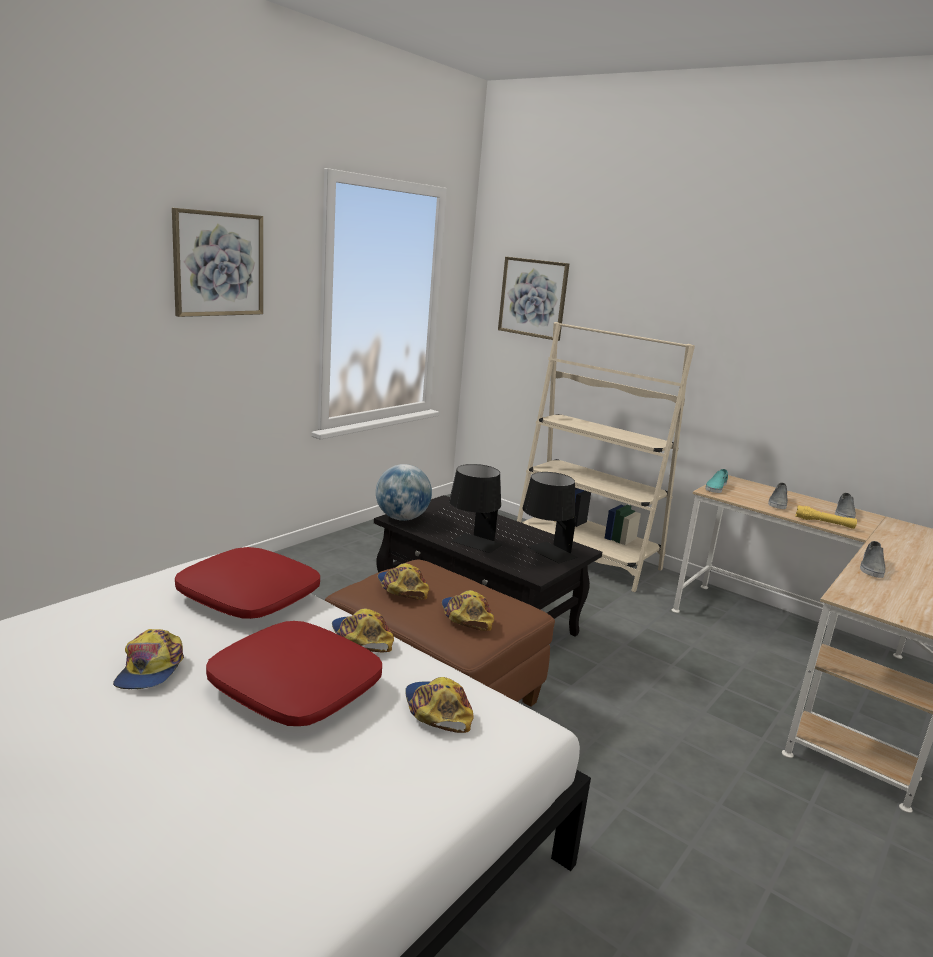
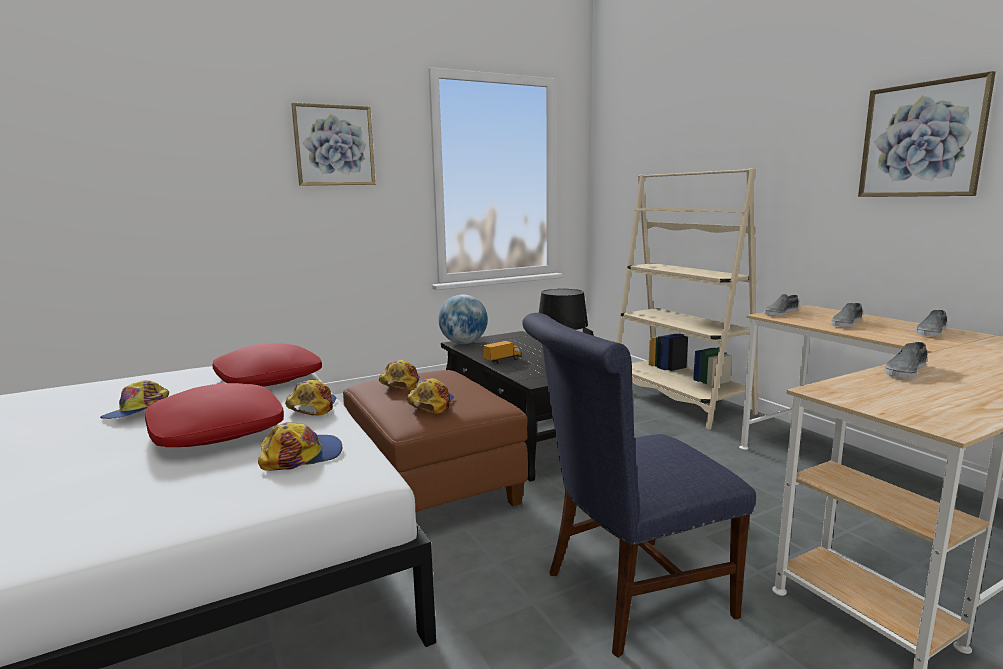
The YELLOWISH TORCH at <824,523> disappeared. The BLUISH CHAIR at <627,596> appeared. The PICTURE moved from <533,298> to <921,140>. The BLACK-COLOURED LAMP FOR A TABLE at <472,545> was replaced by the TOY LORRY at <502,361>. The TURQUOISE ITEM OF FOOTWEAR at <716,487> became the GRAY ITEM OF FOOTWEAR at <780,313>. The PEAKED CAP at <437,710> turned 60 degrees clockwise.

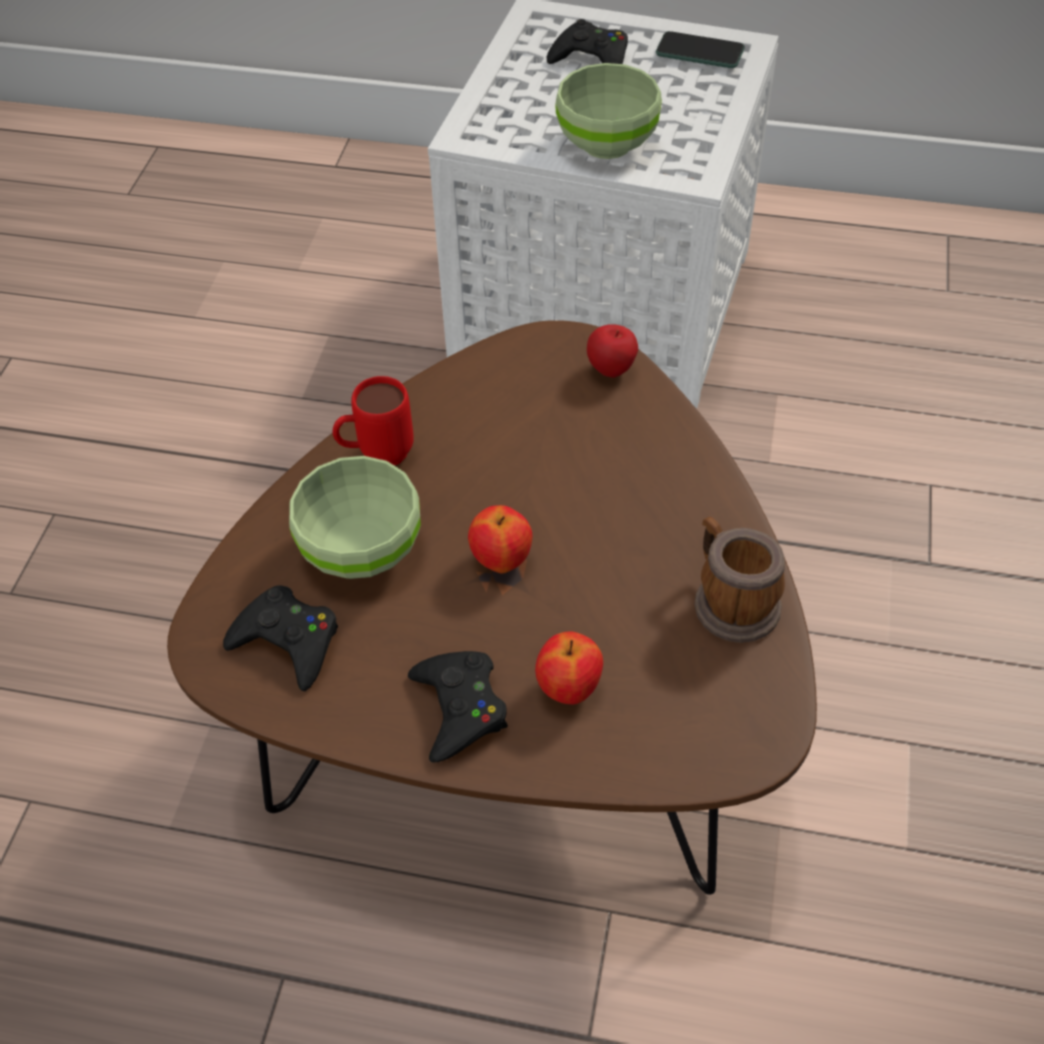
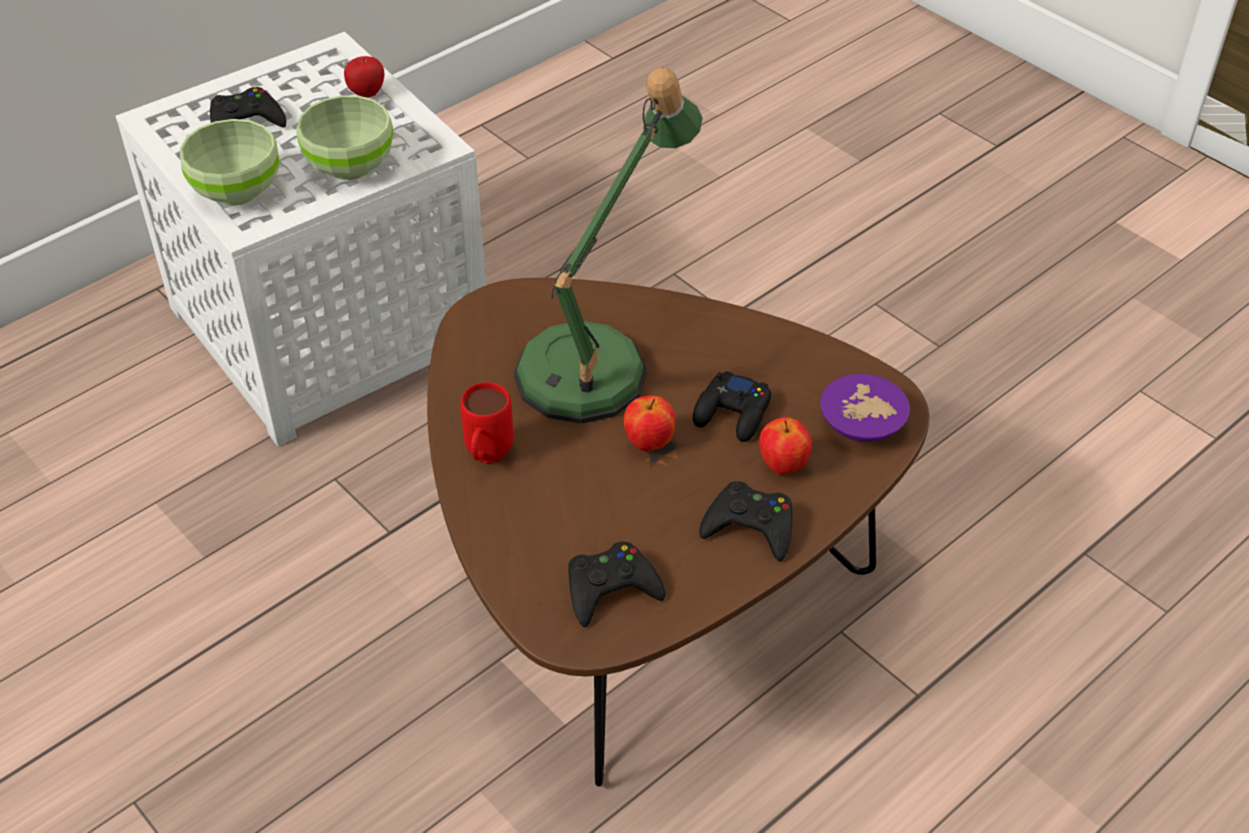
The TELEPHONE at <699,52> disappeared. The COFFEE MUG at <730,600> disappeared. The LAMP FOR A TABLE at <597,362> appeared. The BLACK-COLOURED GAME CONTROLLER at <732,413> appeared. The PURPLE DEEP DISH at <865,425> appeared. The GREEN DEEP DISH moved from <363,551> to <239,190>. The WHOLE APPLE moved from <611,370> to <367,94>.

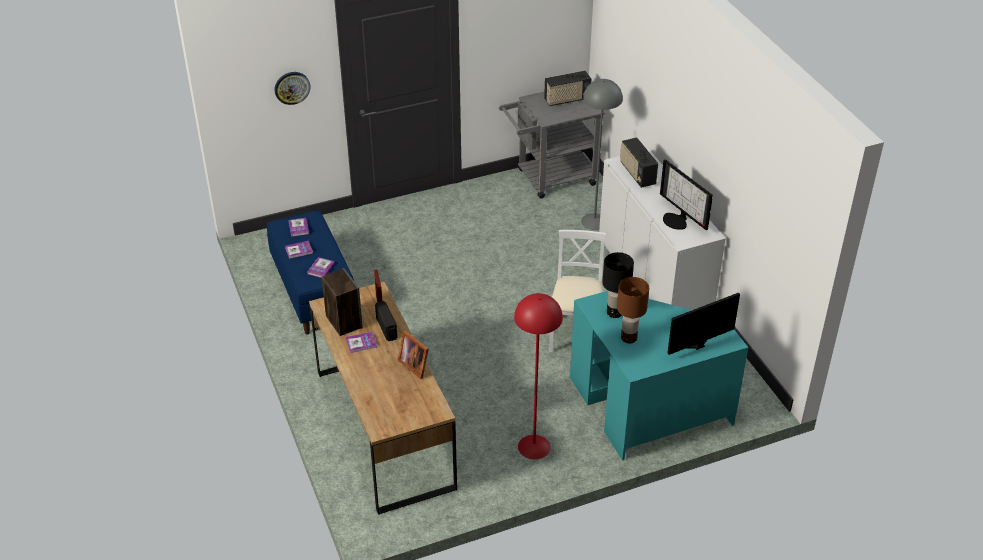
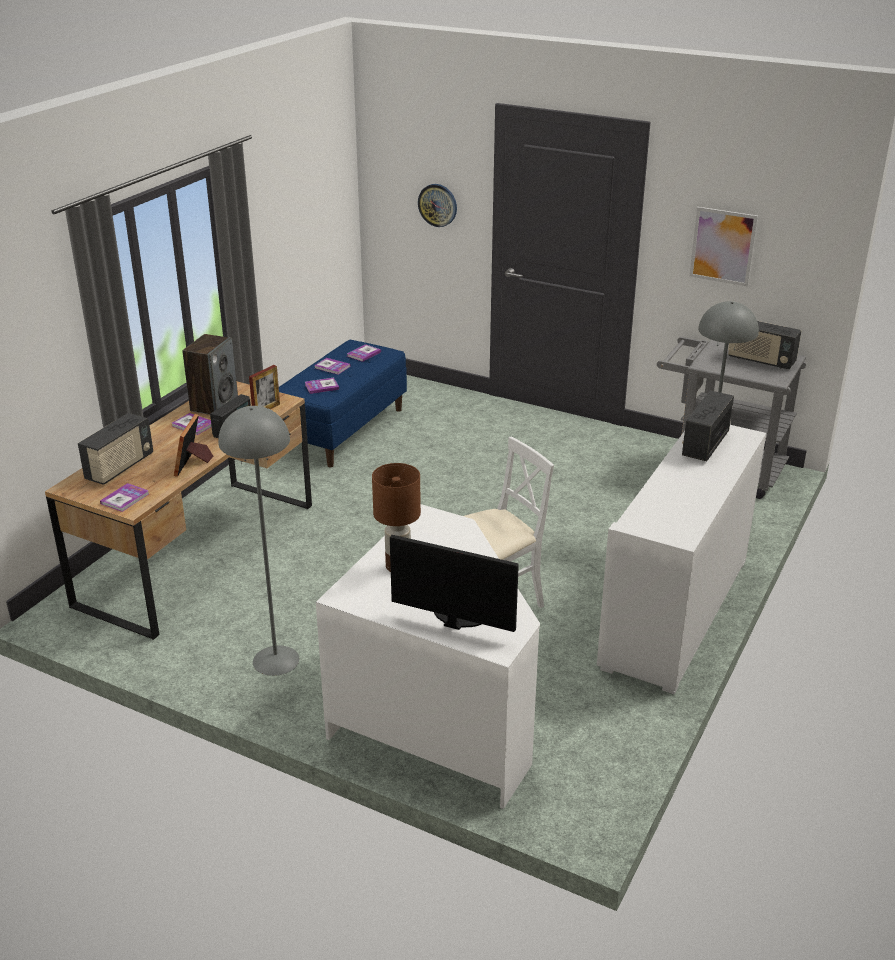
The BLACK-COLOURED LAMP FOR A TABLE at <614,312> disappeared. The MONITOR at <677,220> disappeared. The RADIO SET at <120,467> appeared. The VOLUME at <125,499> appeared. The PICTURE at <723,246> appeared. The RED-COLOURED STANDARD LAMP at <534,447> became the GRAY STANDARD LAMP at <276,660>. The TURQUOISE DESK TABLE at <647,410> became the WHITISH DESK TABLE at <438,717>.

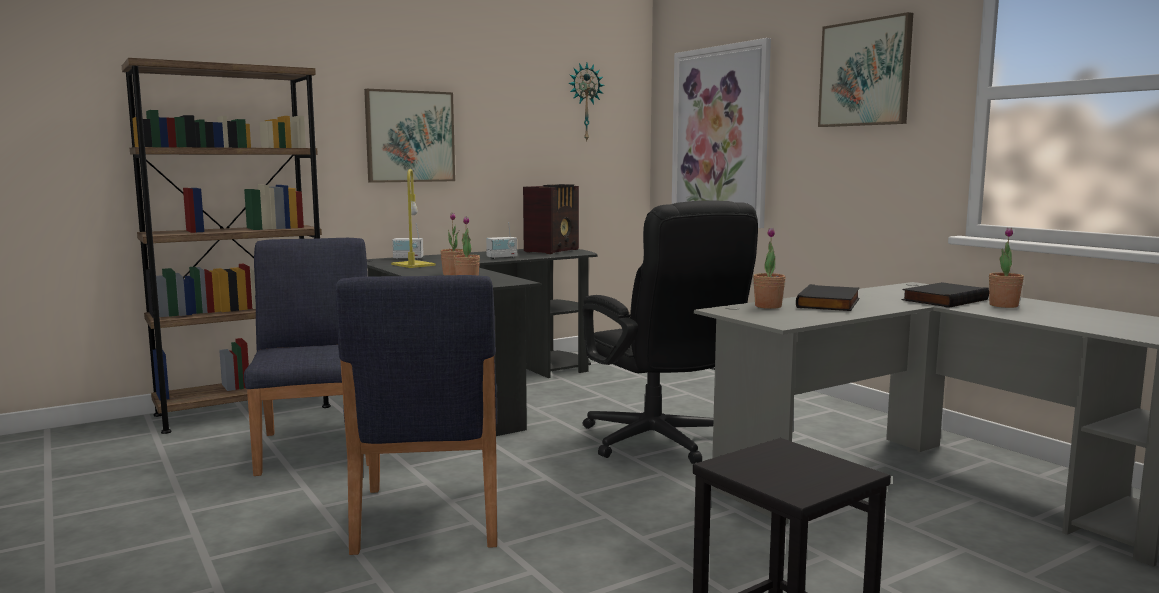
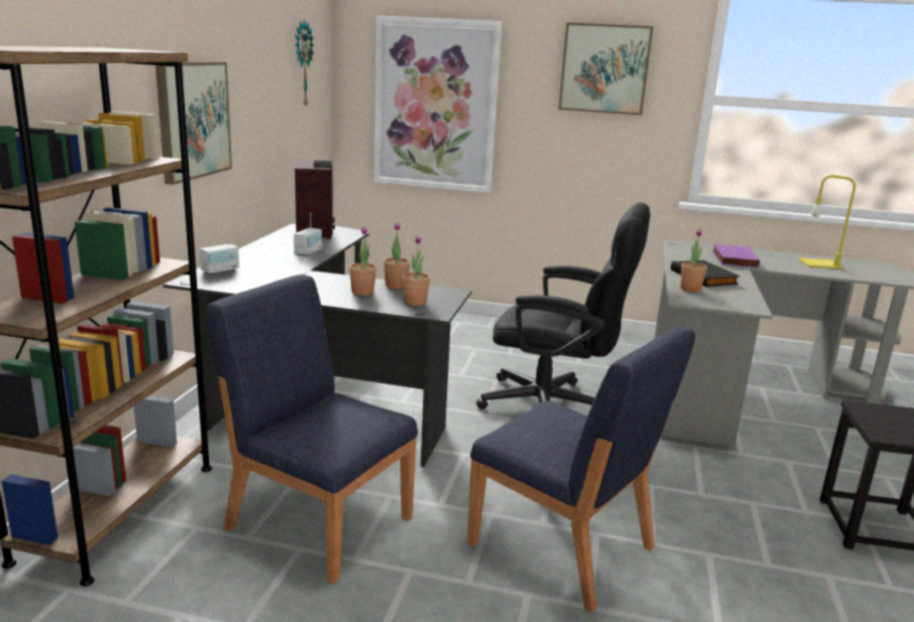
The YELLOWISH LAMP FOR A TABLE moved from <414,265> to <821,264>. The PLANT IN A POT moved from <1003,305> to <396,286>. The BLACK-COLOURED VOLUME at <943,300> became the PURPLE VOLUME at <732,259>.

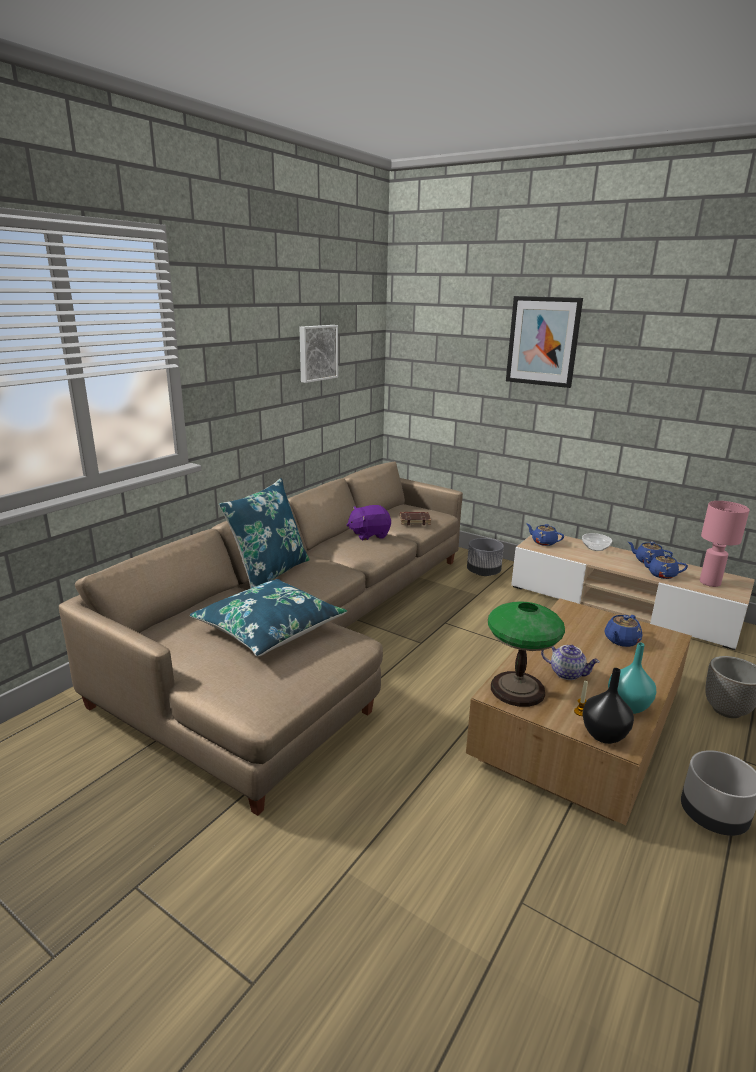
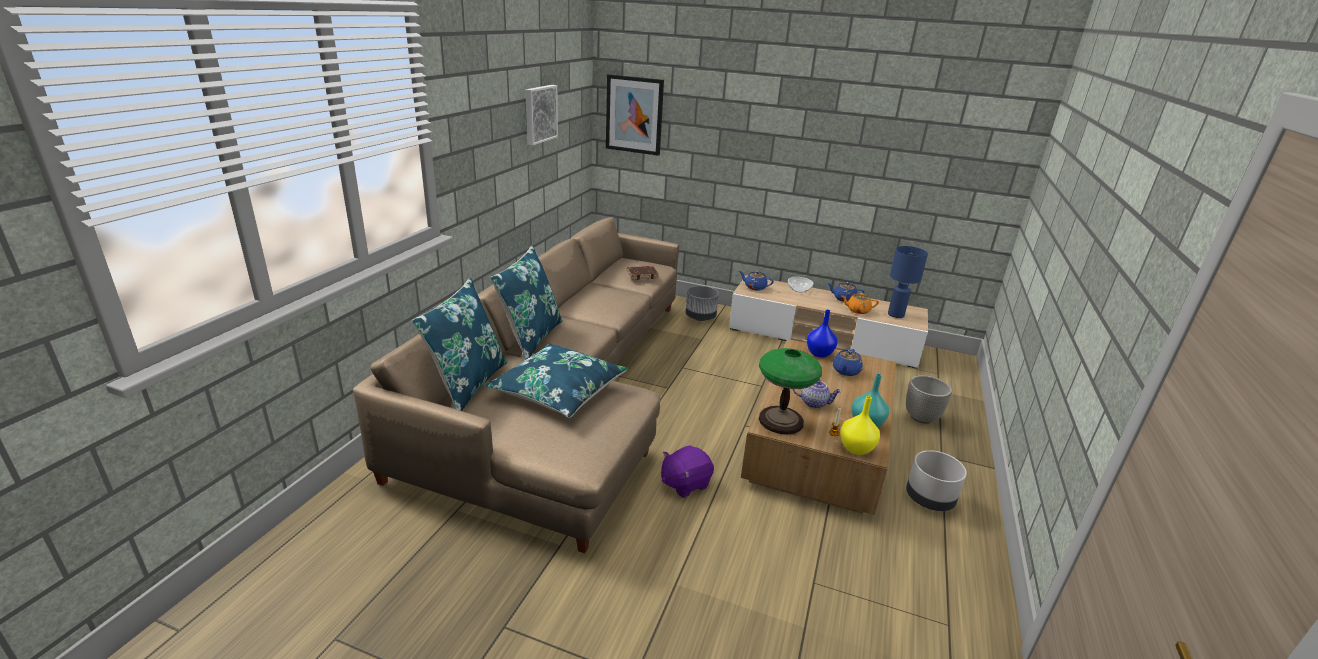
The BLUISH PILLOW at <468,384> appeared. The BLUISH VASE at <820,354> appeared. The PURPLE PLUSH TOY moved from <369,535> to <685,483>. The PICTURE moved from <543,341> to <634,115>. The BLACK-COLOURED VASE at <603,735> became the YELLOWISH VASE at <855,449>. The BLUISH TEA POT at <661,574> became the ORANGEY TEA POT at <857,310>. The PINK LAMP FOR A TABLE at <710,583> became the BLUISH LAMP FOR A TABLE at <896,315>.

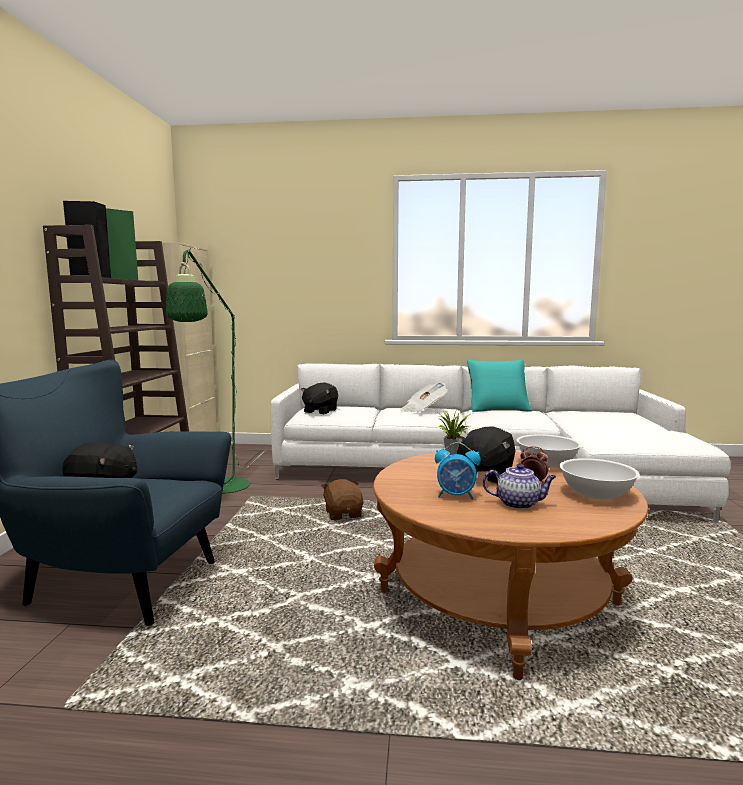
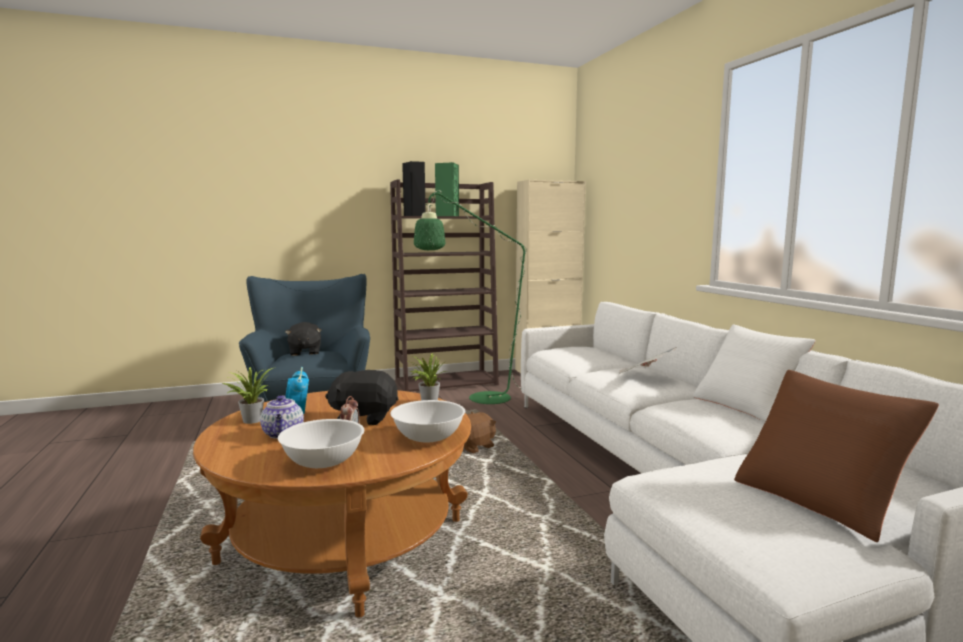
The BLACK-COLOURED PLUSH TOY at <320,411> disappeared. The PLANT IN A POT at <251,420> appeared. The BROWN-COLOURED PILLOW at <821,499> appeared. The TURQUOISE PILLOW at <497,408> became the WHITISH PILLOW at <747,406>.

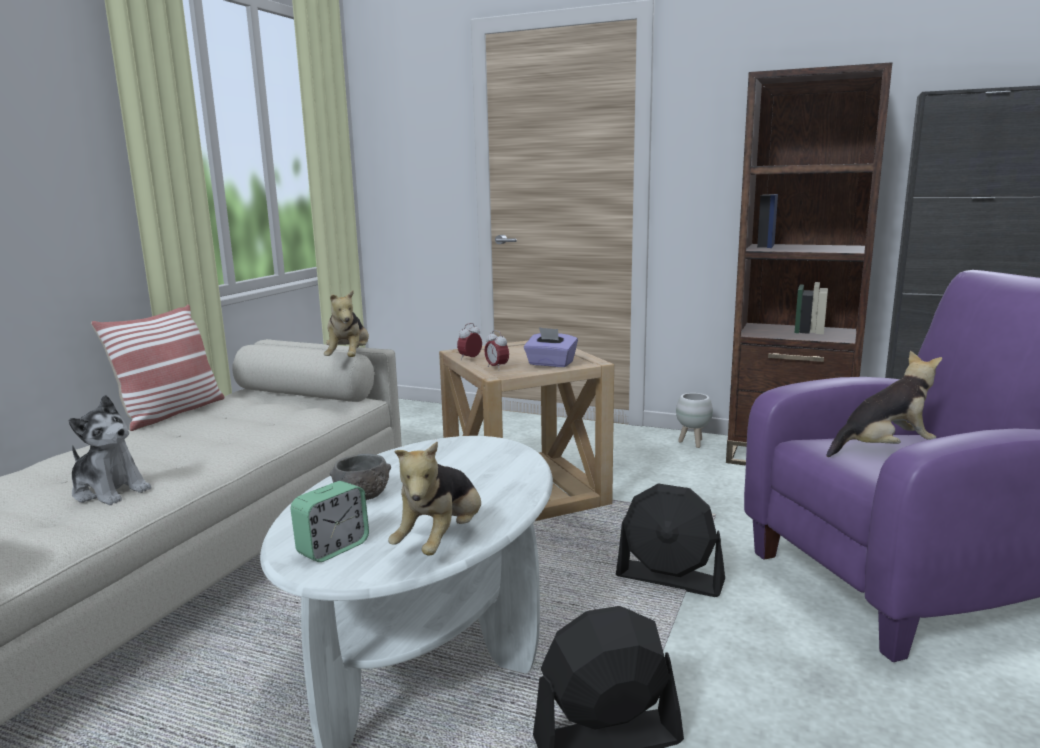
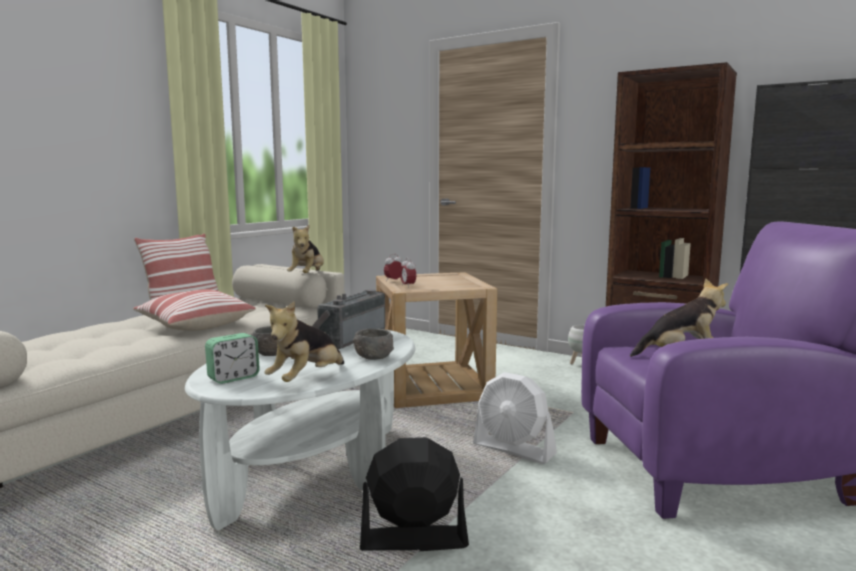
The PLUSH TOY at <110,491> disappeared. The PURPLE TISSUE HOLDER at <550,364> disappeared. The PILLOW at <194,325> appeared. The RADIO SET at <349,337> appeared. The GRAY DEEP DISH at <373,357> appeared. The BLACK-COLOURED FAN at <670,579> became the WHITISH FAN at <514,450>.

